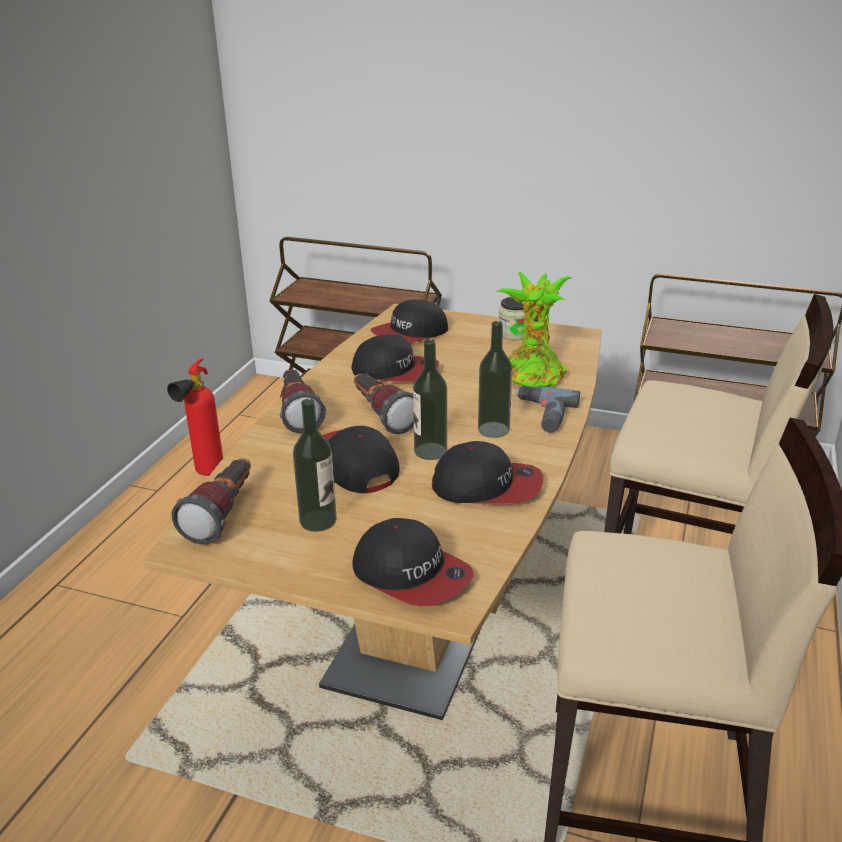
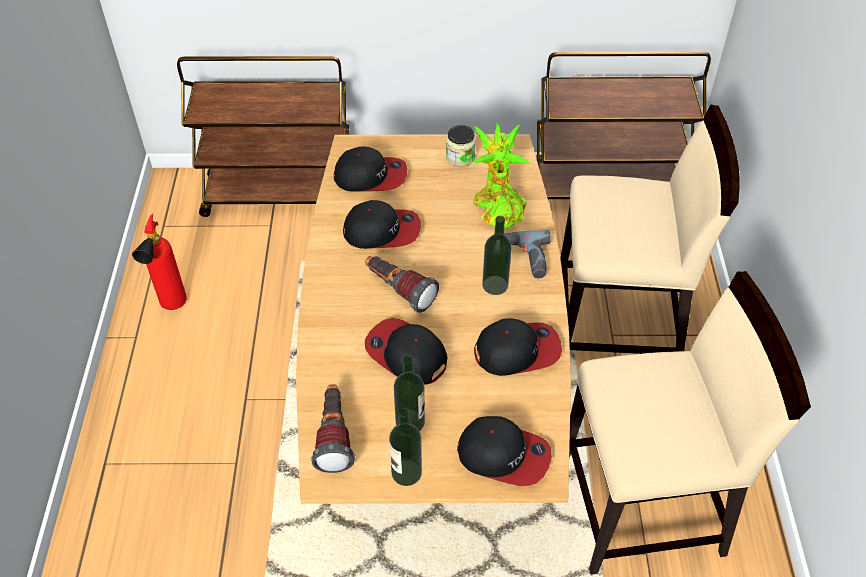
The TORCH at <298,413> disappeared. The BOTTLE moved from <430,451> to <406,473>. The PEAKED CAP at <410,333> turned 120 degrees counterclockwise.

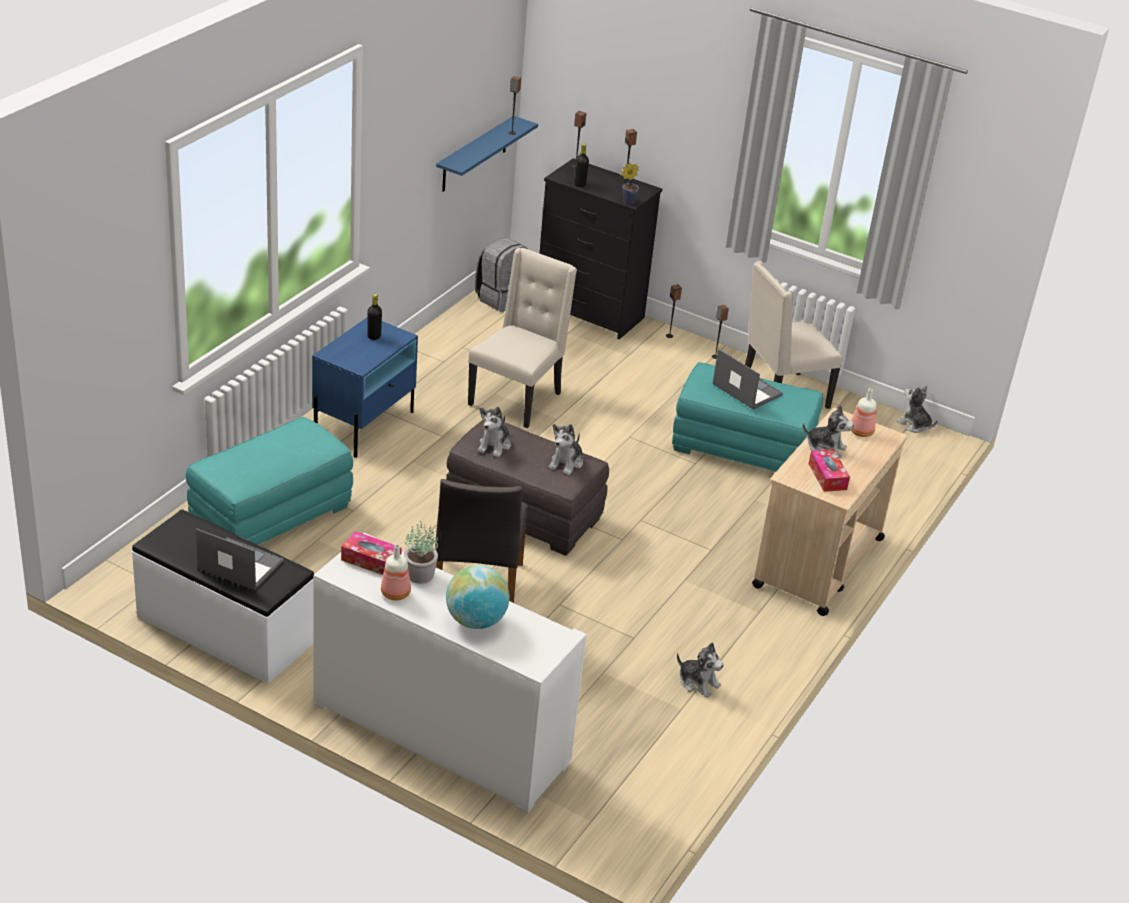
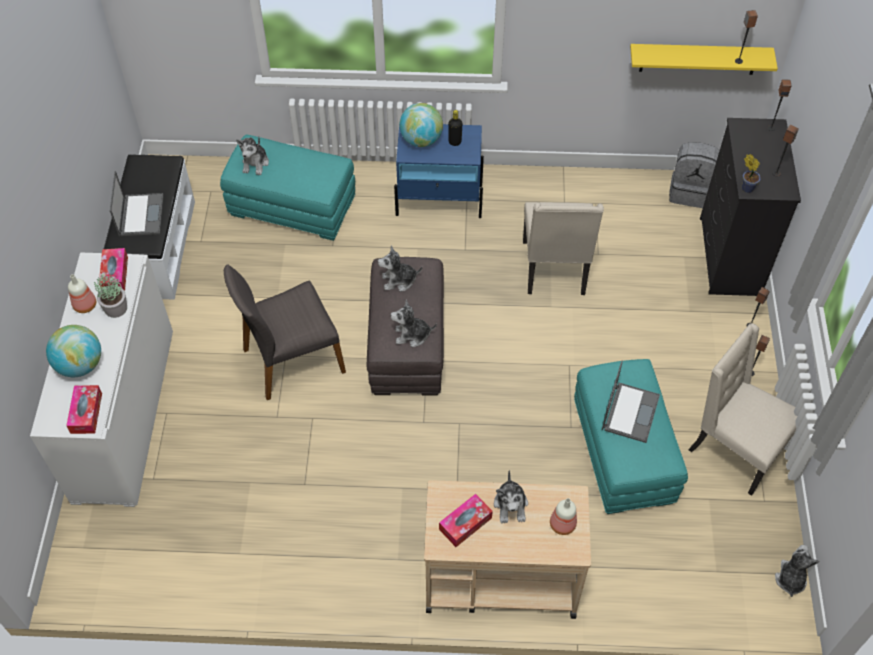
The BLACK-COLOURED BOTTLE at <580,184> disappeared. The TISSUE HOLDER at <86,413> appeared. The WORLD GLOBE at <421,140> appeared. The PLUSH TOY moved from <698,683> to <255,163>. The BLUISH BRACKET SHELF at <475,154> became the YELLOWISH BRACKET SHELF at <698,59>. The SAND-COLOURED CHAIR at <517,399> turned 90 degrees clockwise.

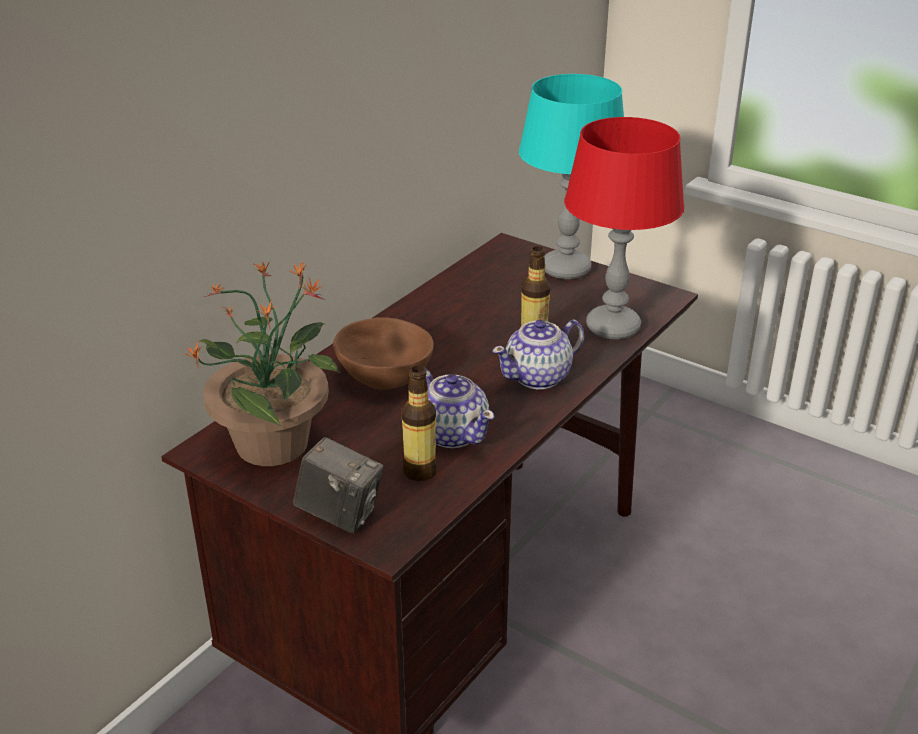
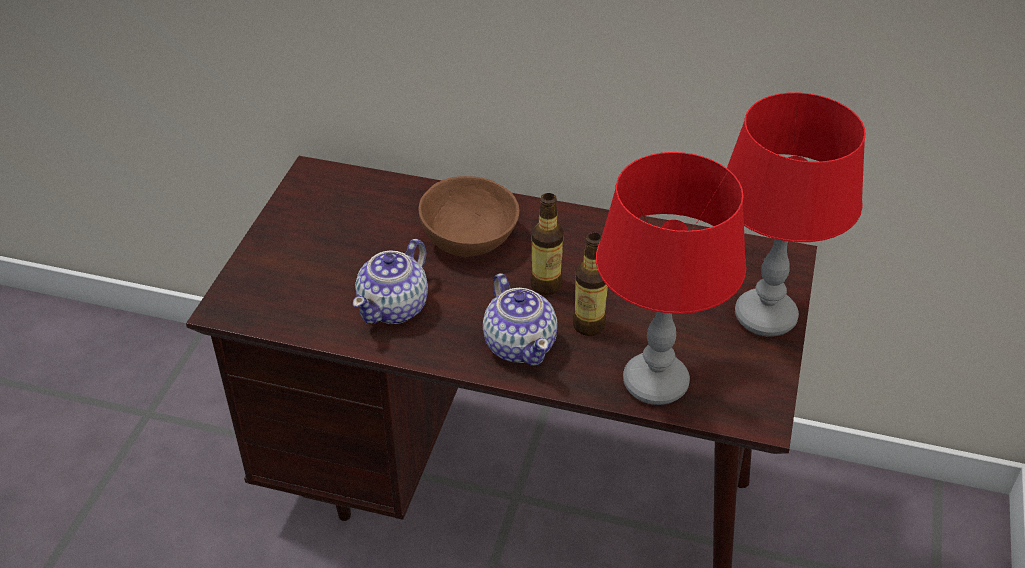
The PLANT IN A POT at <274,443> disappeared. The STILL CAMERA at <340,514> disappeared. The BOTTLE moved from <420,471> to <546,285>. The TURQUOISE LAMP FOR A TABLE at <566,269> became the RED-COLOURED LAMP FOR A TABLE at <765,318>. The TEA POT at <539,377> turned 150 degrees counterclockwise.

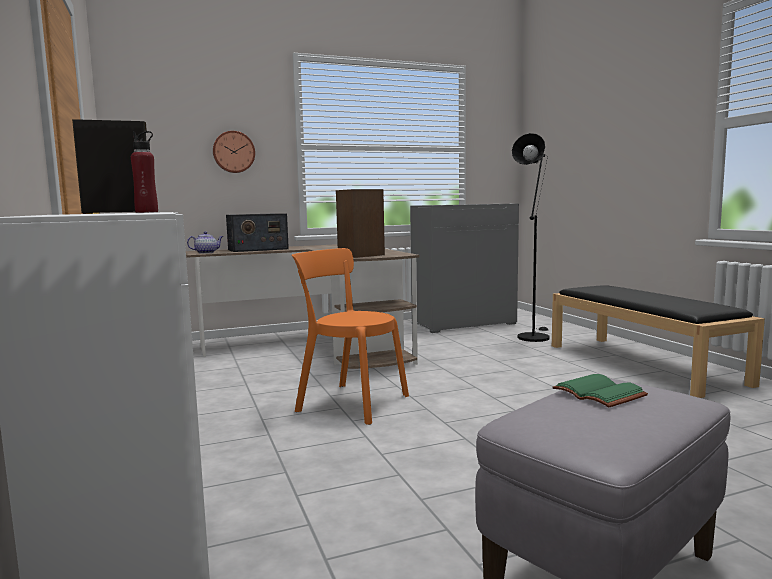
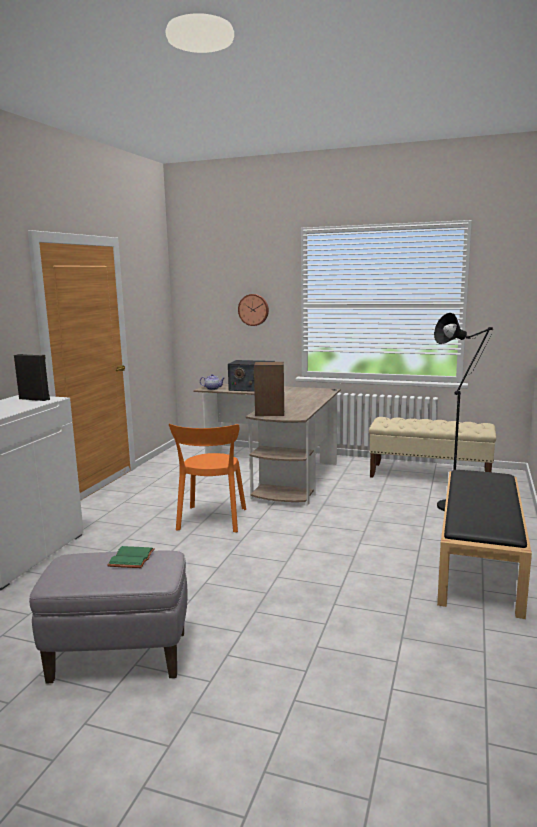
The RED-COLOURED BOTTLE at <147,212> disappeared. The GRAY STORAGE CABINET at <463,323> was replaced by the SAND-COLOURED INDOOR BENCH at <430,475>. The ORANGEY CHAIR at <348,402> turned 150 degrees counterclockwise.

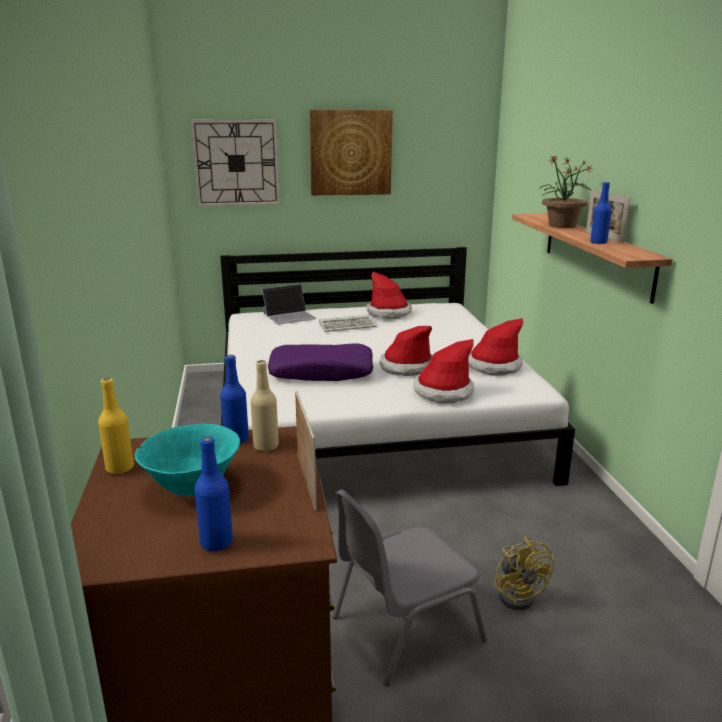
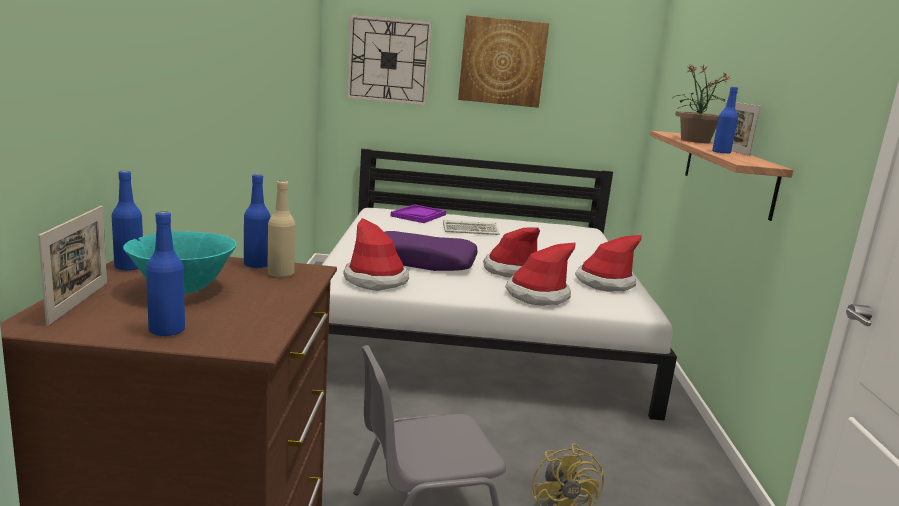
The PHOTO FRAME moved from <306,481> to <79,302>. The CLOTHING HAT moved from <389,313> to <375,280>. The NOTEBOOK COMPUTER at <290,316> was replaced by the PURPLE SERVING TRAY at <418,215>. The YELLOWISH BOTTLE at <120,468> became the BLUISH BOTTLE at <129,267>.

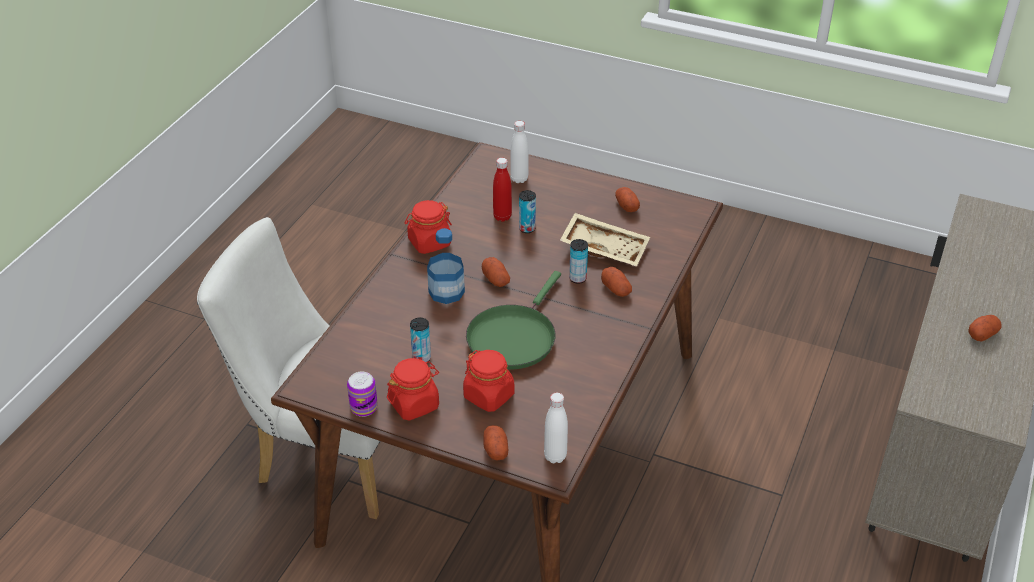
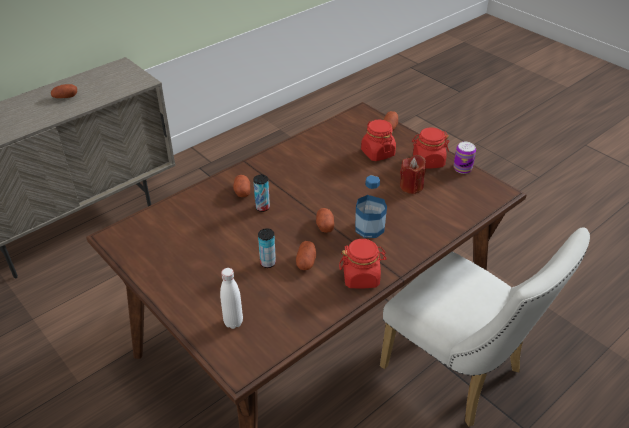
The GREEN FRYING PAN at <513,337> disappeared. The RED-COLOURED BOTTLE at <502,217> disappeared. The WHITISH BOTTLE at <555,456> disappeared. The SAND-COLOURED SERVING TRAY at <605,247> disappeared. The POTATO moved from <626,206> to <306,262>. The METAL CAN at <421,358> was replaced by the RED-COLOURED CANDLE at <411,186>.

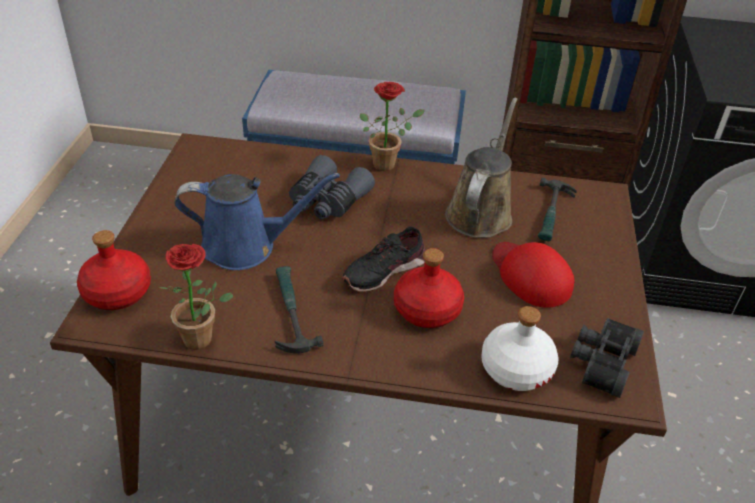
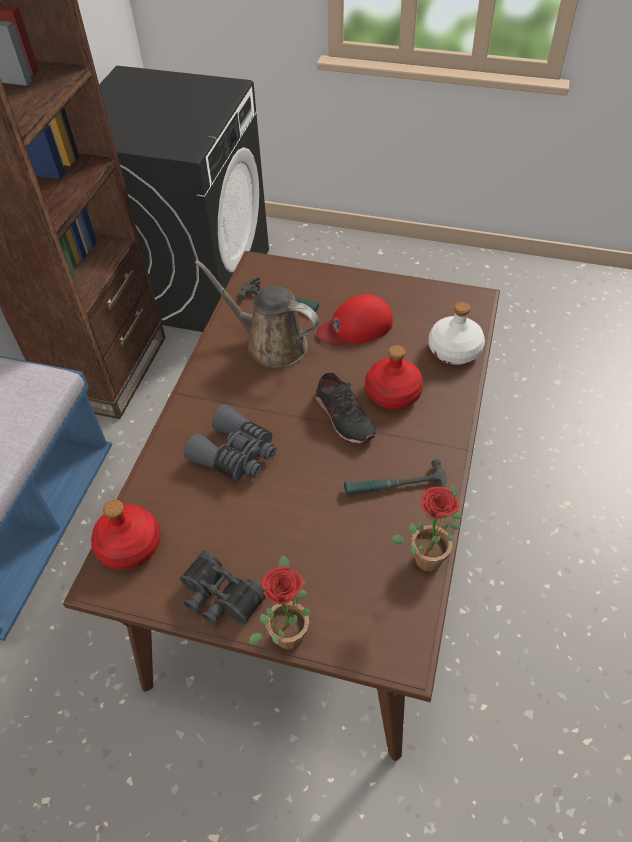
The BLUISH SPRINKLING CAN at <246,246> disappeared. The RED-COLOURED BOTTLE moved from <117,293> to <130,545>. The PLANT IN A POT moved from <388,163> to <286,630>. The BLACK-COLOURED PAIR OF BINOCULARS moved from <601,361> to <219,599>.

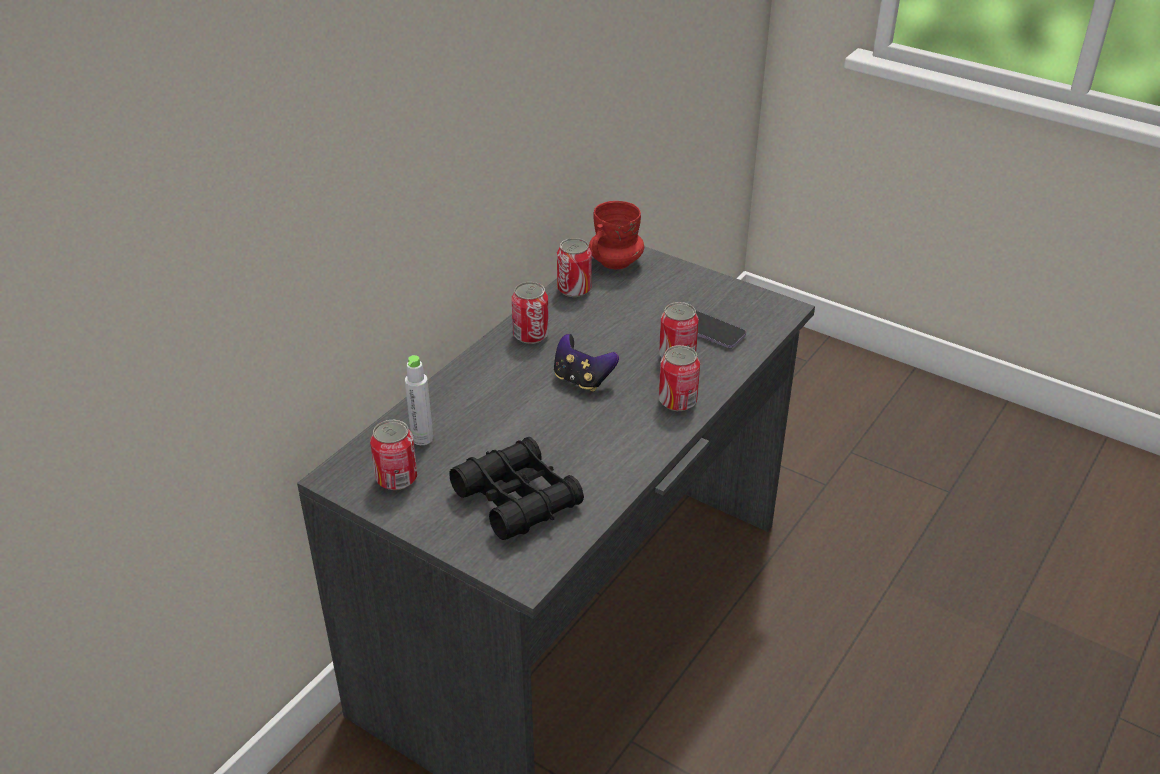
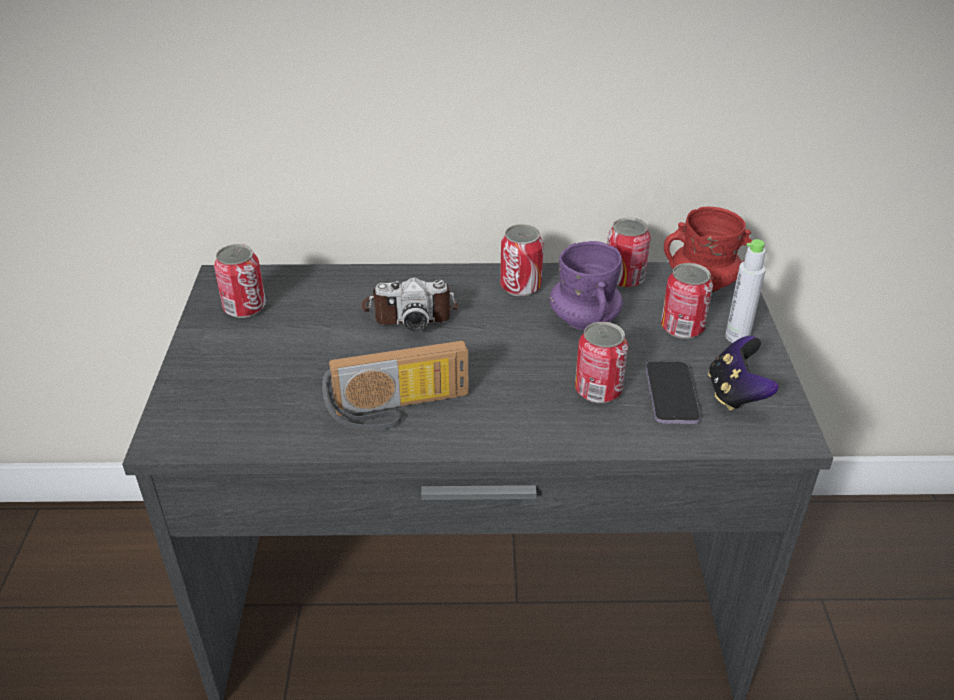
The BLACK-COLOURED PAIR OF BINOCULARS at <517,498> disappeared. The RADIO SET at <399,410> appeared. The STILL CAMERA at <409,311> appeared. The PURPLE COFFEE MUG at <584,320> appeared. The GRAY BOTTLE moved from <422,438> to <737,337>. The GAME CONTROLLER moved from <582,380> to <735,394>. The METAL CAN moved from <677,401> to <682,328>.

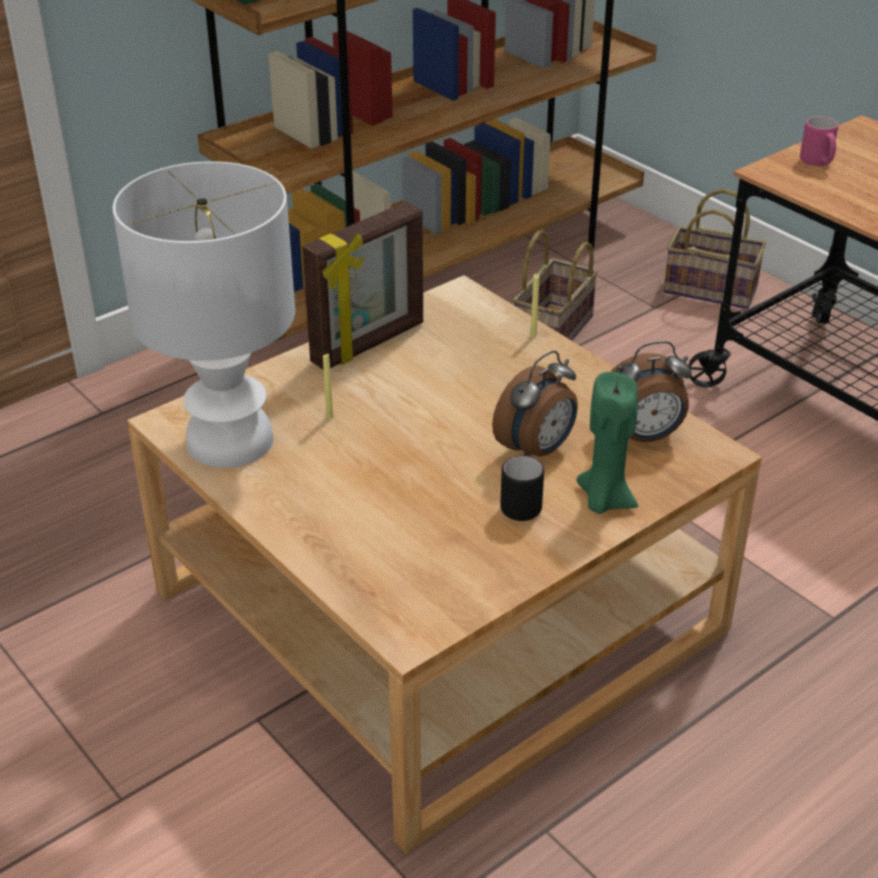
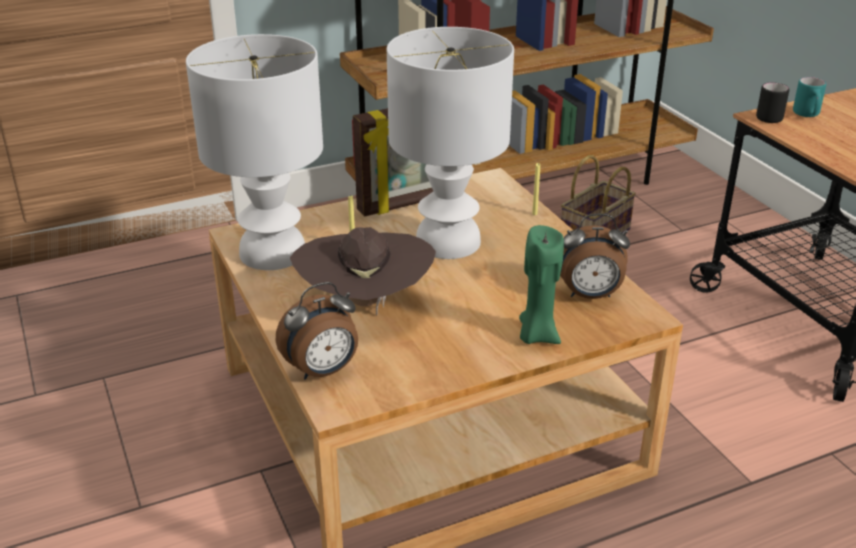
The STORAGE BASKET at <713,289> disappeared. The BROWN-COLOURED CLOTHING HAT at <365,304> appeared. The WHITISH LAMP FOR A TABLE at <447,241> appeared. The BEDSIDE CLOCK moved from <537,450> to <323,371>. The BLACK-COLOURED COFFEE MUG moved from <522,504> to <770,117>. The PINK COFFEE MUG at <818,163> became the TURQUOISE COFFEE MUG at <807,115>.

